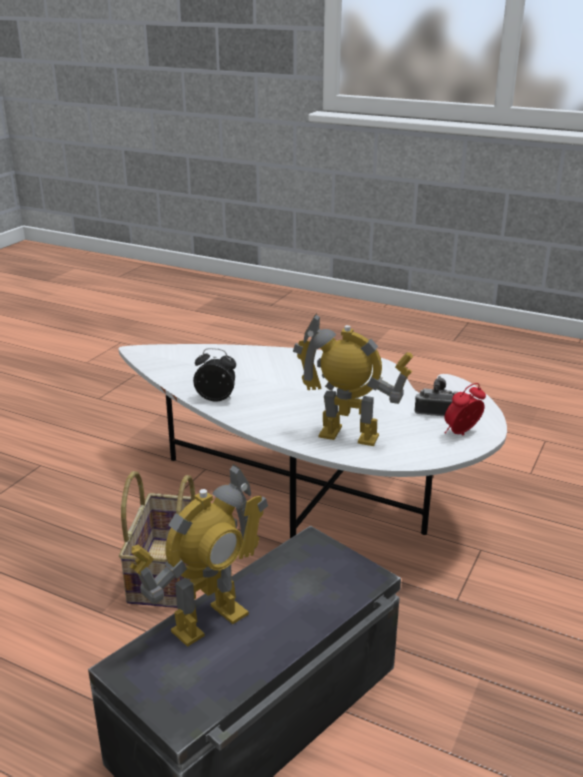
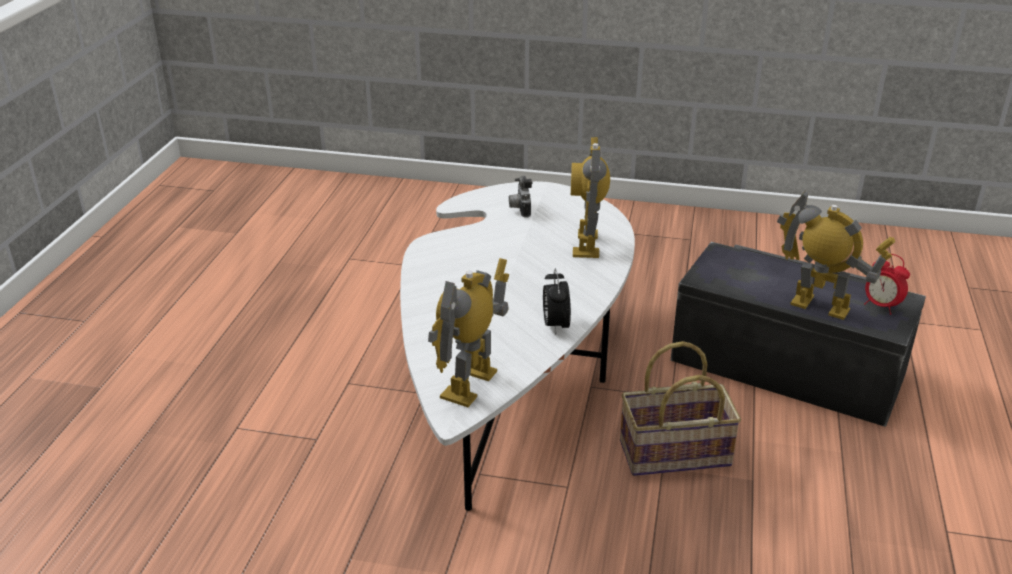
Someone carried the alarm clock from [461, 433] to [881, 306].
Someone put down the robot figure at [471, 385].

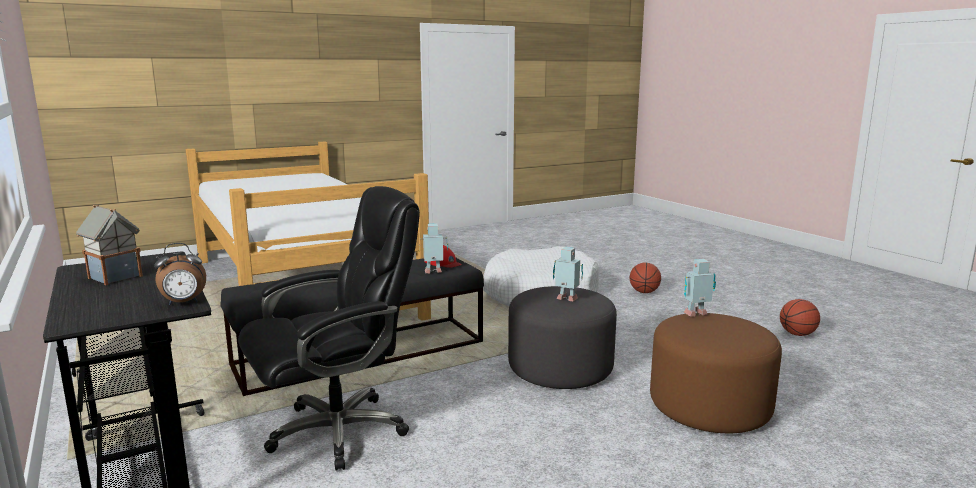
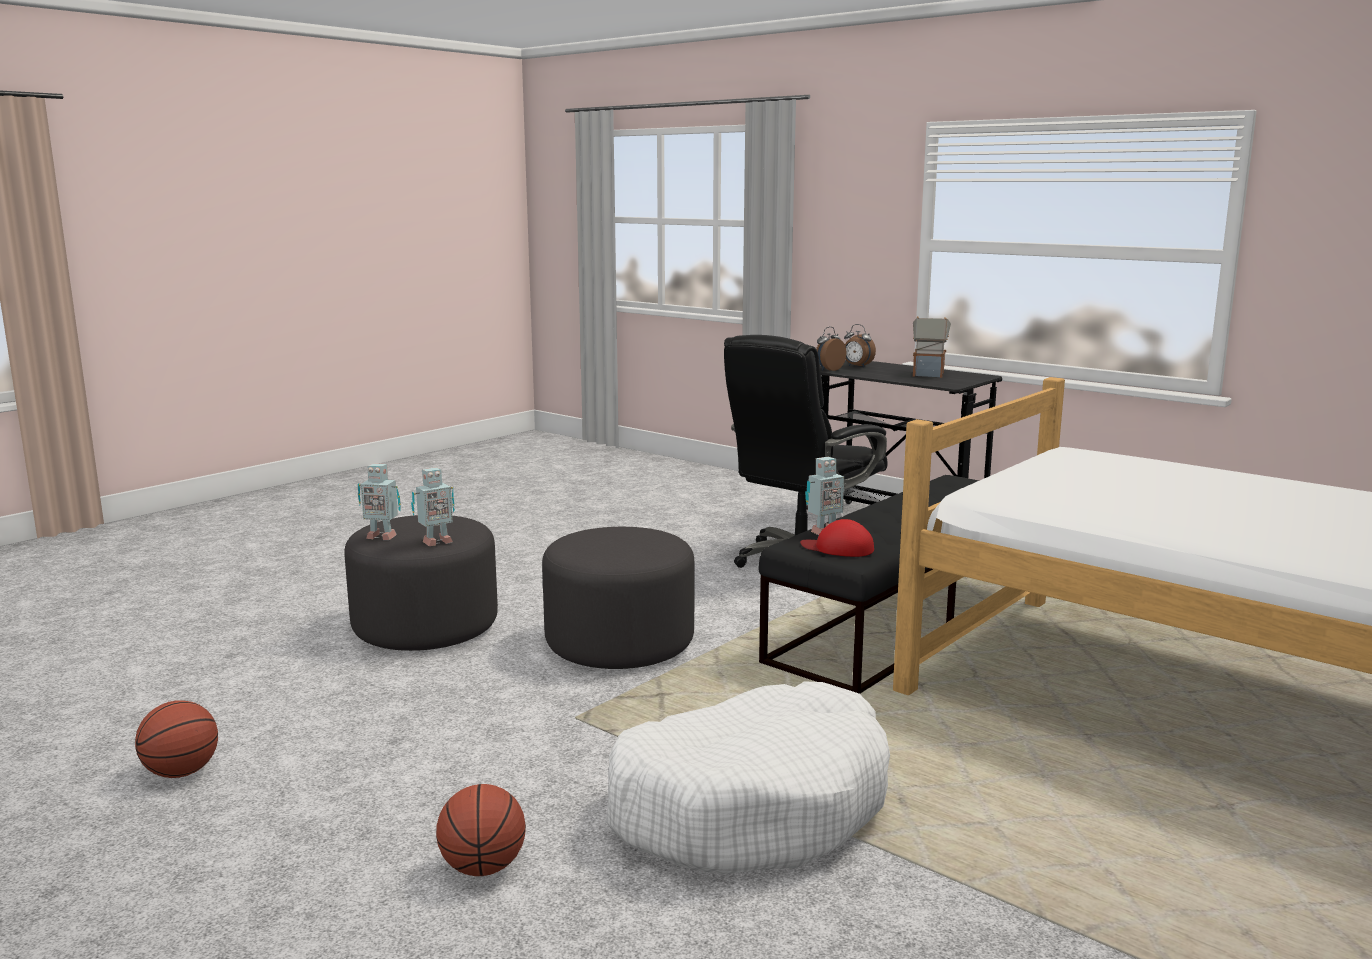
Someone carried the robot figure from [567, 299] to [381, 536].
Someone repainted the footrest (brownish) at [709, 407], which became the footrest (greyish) at [425, 627].
Someone put down the alarm clock at [857, 366].

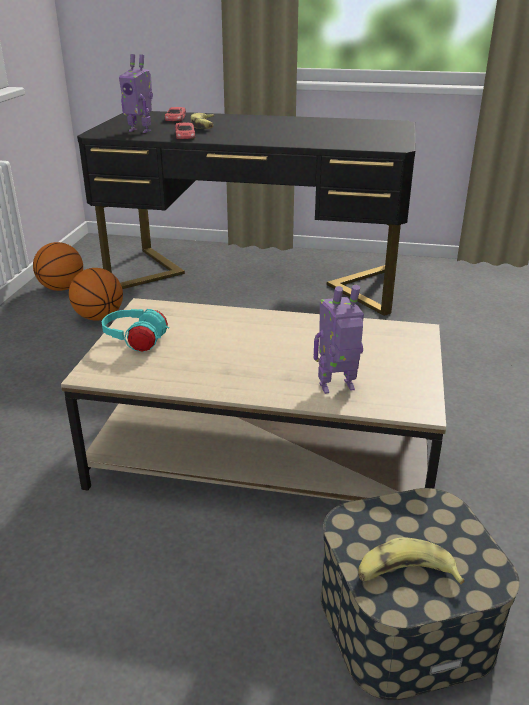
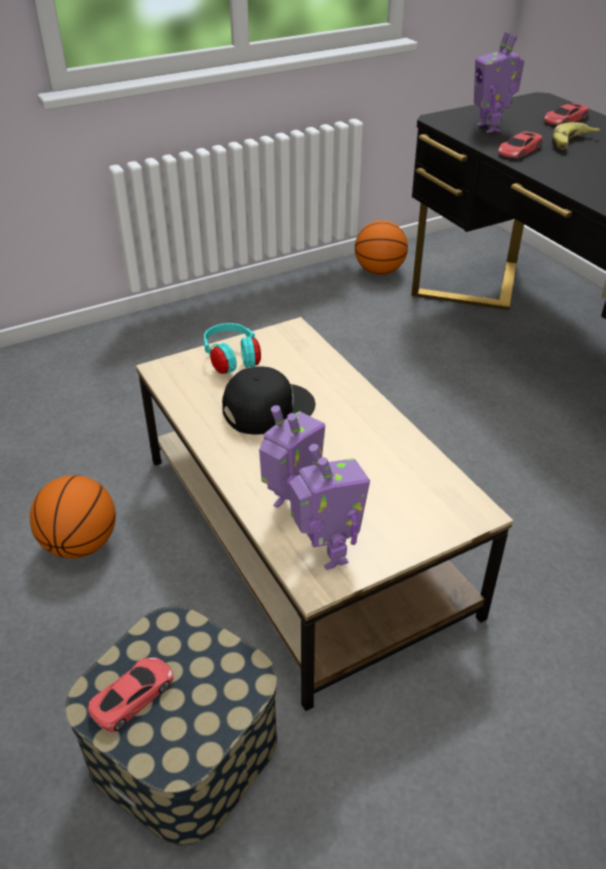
Someone carried the basketball ball from [99, 317] to [80, 544].
Someone swapped the whole banana at [405, 574] for the toy car (reddish) at [133, 696].
Someone put down the peaked cap (black-coloured) at [267, 408].
Someone put down the robot figure at [326, 554].

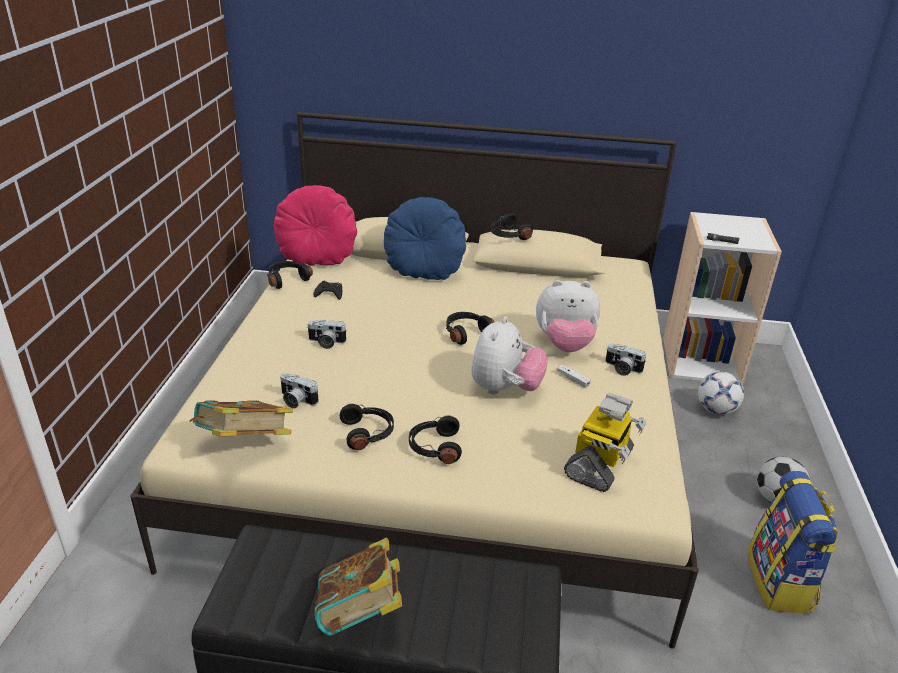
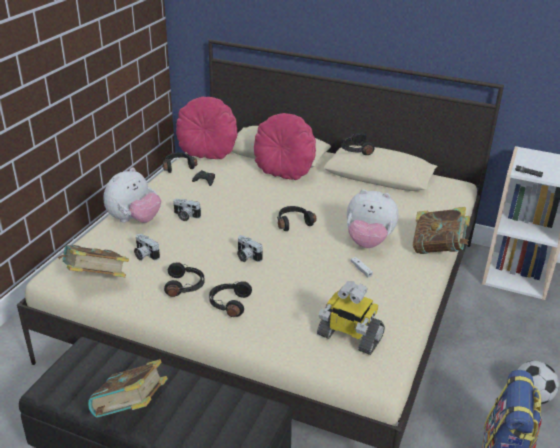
Someone repainted the cushion (bluish) at [424, 273], which became the cushion (pink-coloured) at [284, 173].
Someone carried the soft toy from [505, 389] to [134, 220].
Someone rotated the robot figure at [600, 465] by 75 degrees clockwise.
Someone carried the photo camera from [622, 368] to [246, 256].
Someone took away the football at [716, 410].
Someone put down the bound book at [438, 249].

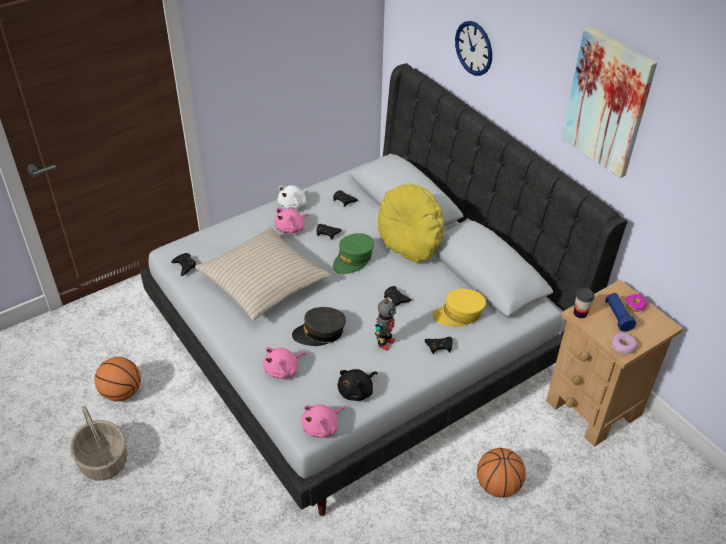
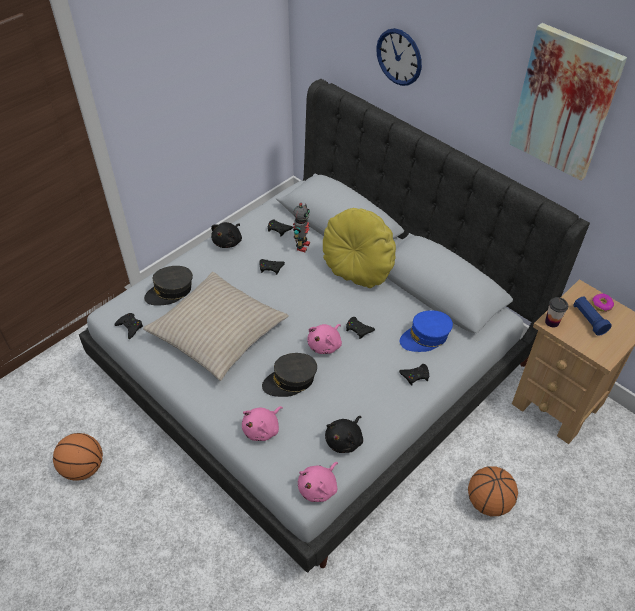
Someone took away the basket at [104, 461].
Someone carried the soft toy (pink-coloured) from [291, 228] to [325, 345].
Someone repainted the soft toy (white) at [293, 205], which became the soft toy (black-coloured) at [228, 242].
Someone took away the peaked cap (greenish) at [353, 259].
Someone carried the robot figure from [385, 343] to [302, 246].
Someone repainted the peaked cap (yellow) at [459, 314], which became the peaked cap (bluish) at [425, 337].
Someone took away the donut at [623, 346].
Someone put down the peaked cap (greyish) at [170, 291].

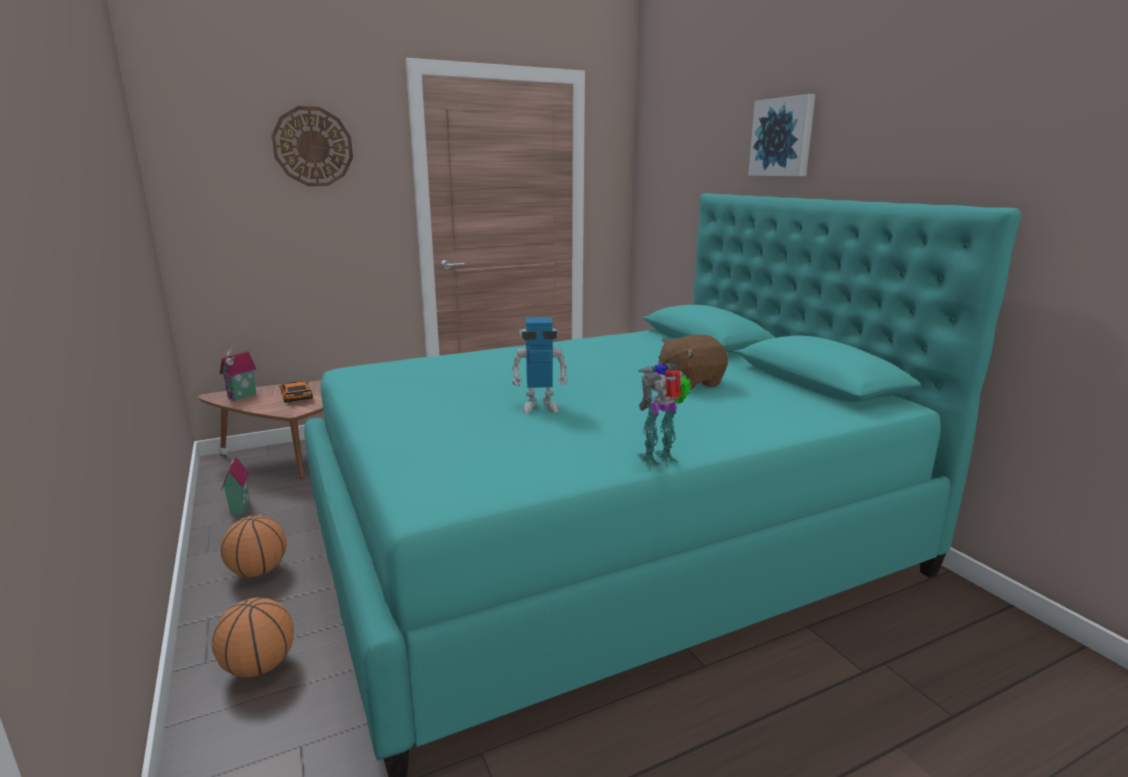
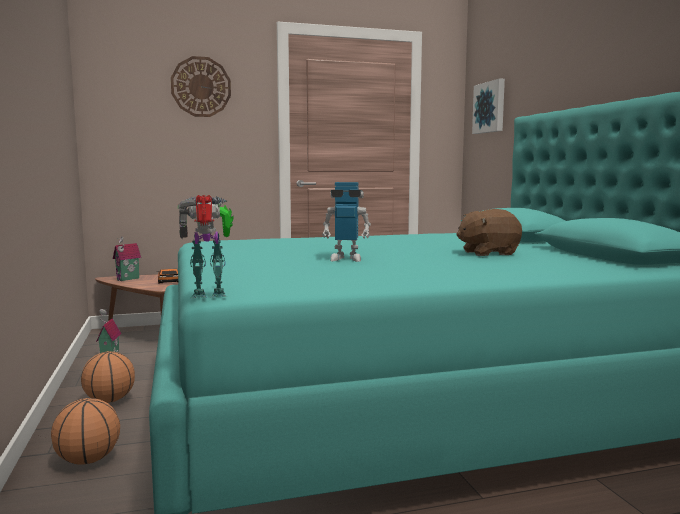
Someone carried the robot figure from [660, 460] to [210, 295].
Someone carried the wall art from [783, 137] to [490, 107].

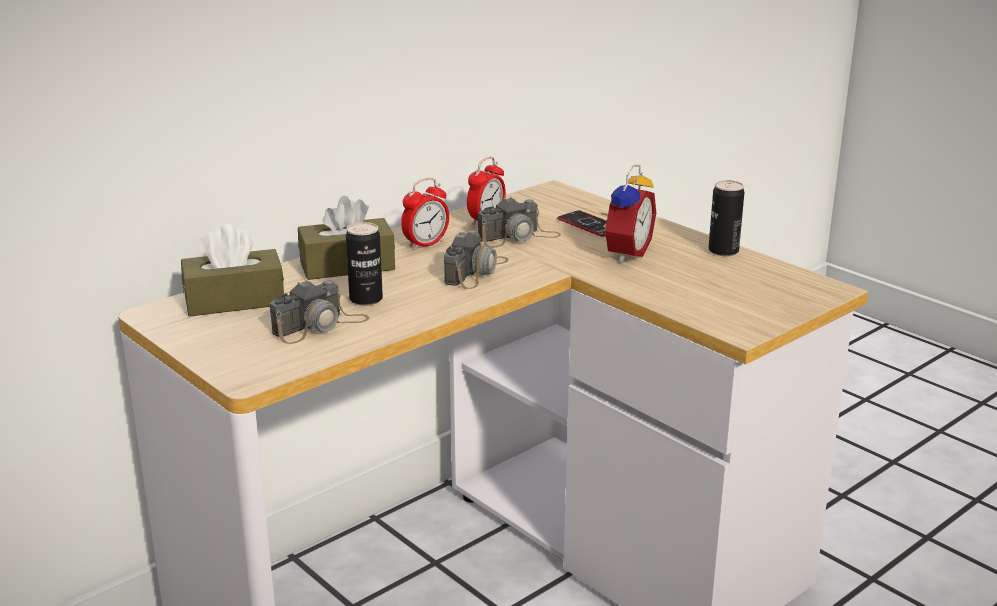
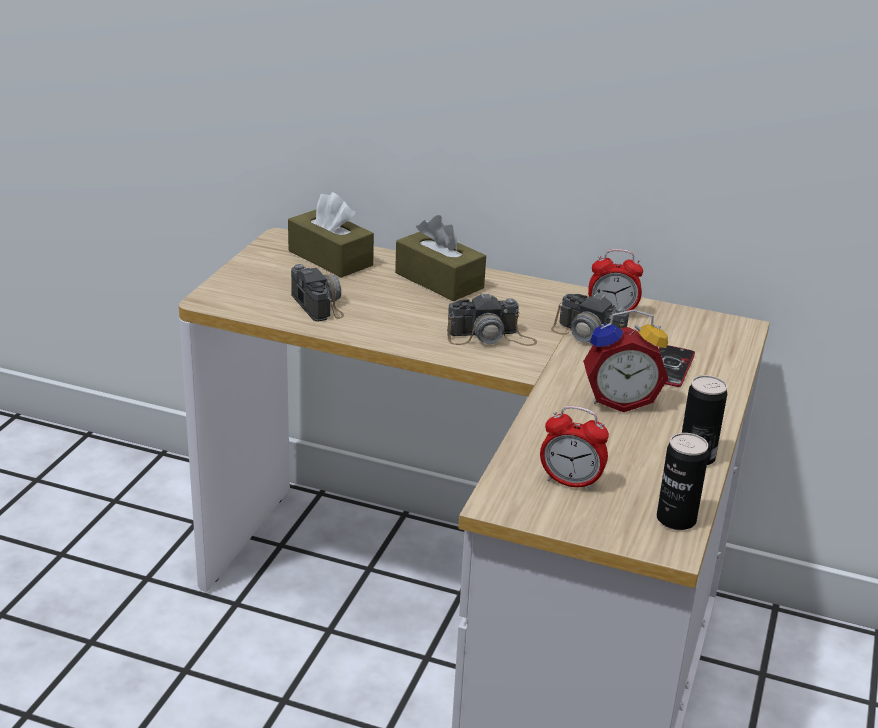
Someone rotated the photo camera at [320, 326] by 135 degrees counterclockwise.
Someone carried the metal can from [366, 299] to [676, 519].
Someone carried the alarm clock from [425, 244] to [570, 482].

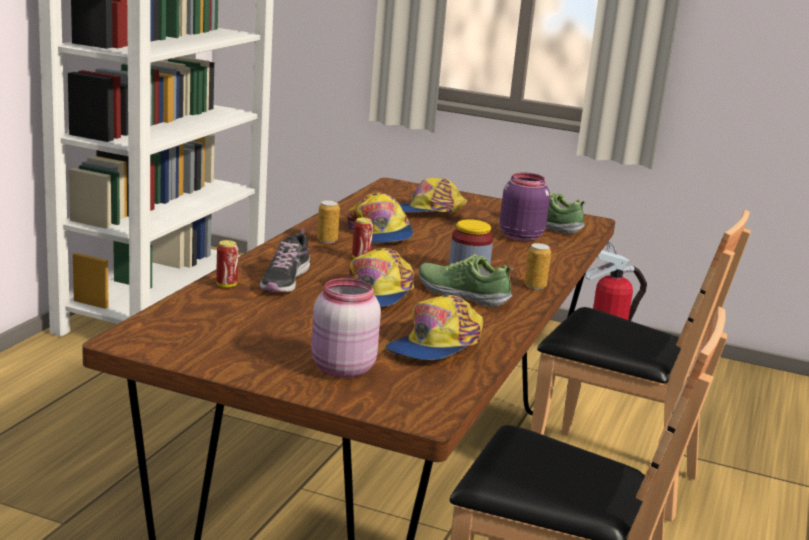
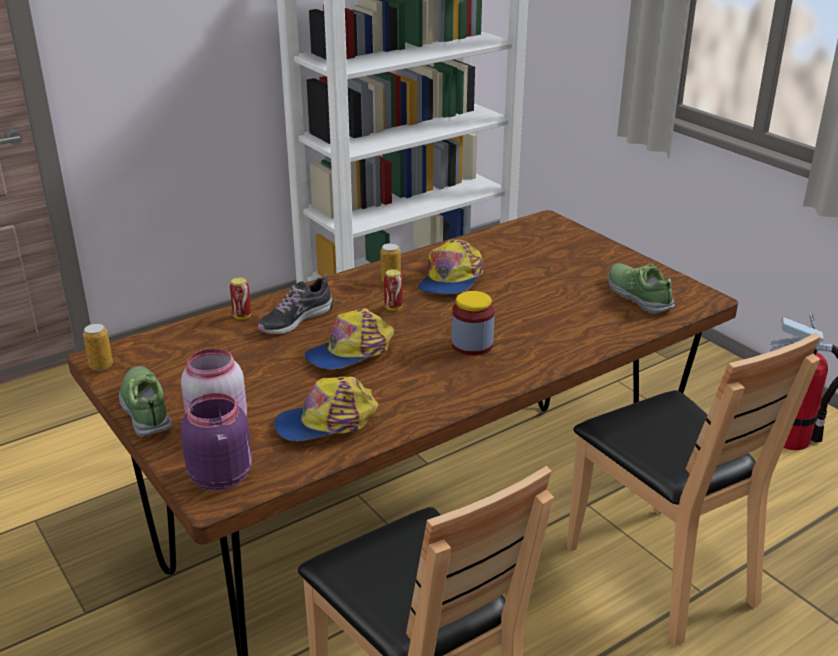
Someone took away the peaked cap at [428, 212].
Someone carried the shoe from [462, 294] to [147, 410].
Someone carried the jar (purplish) from [520, 236] to [221, 476].
Someone carried the metal can from [535, 286] to [101, 366].

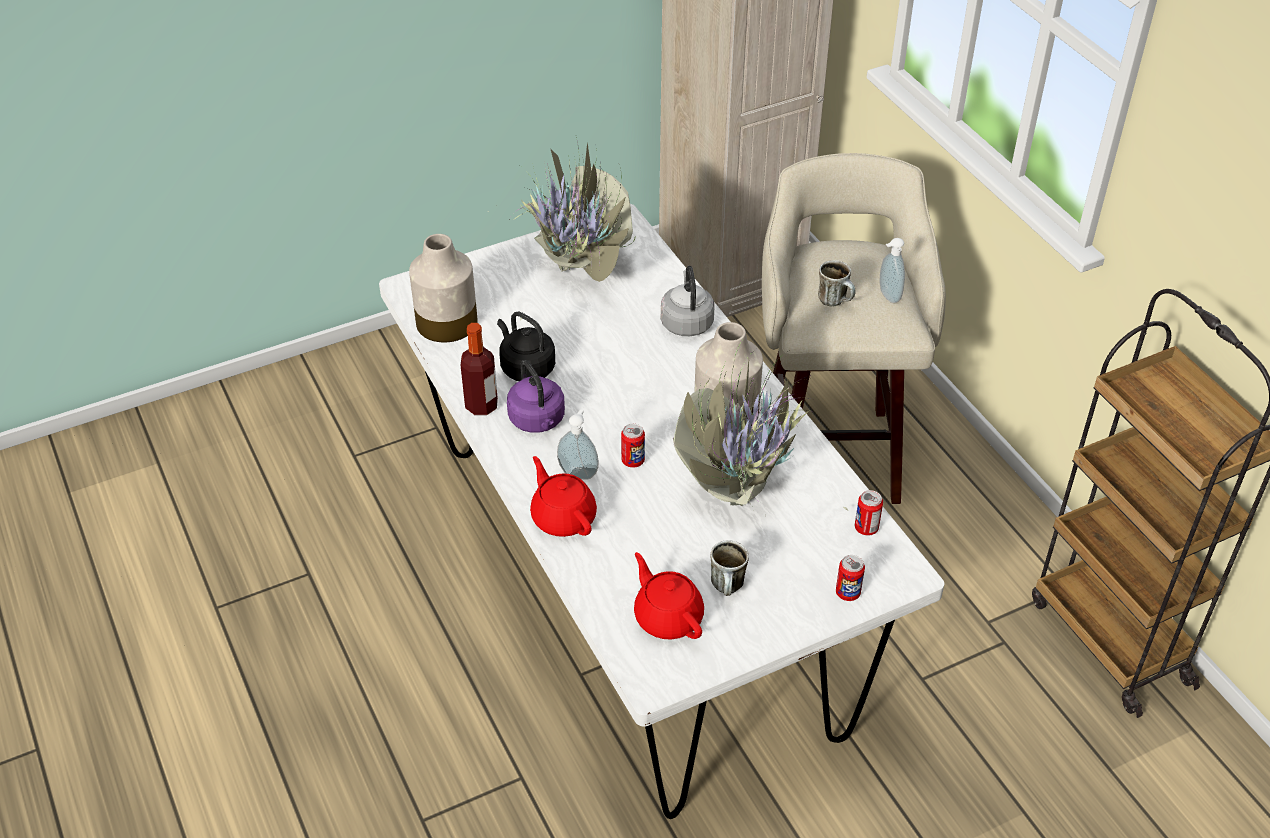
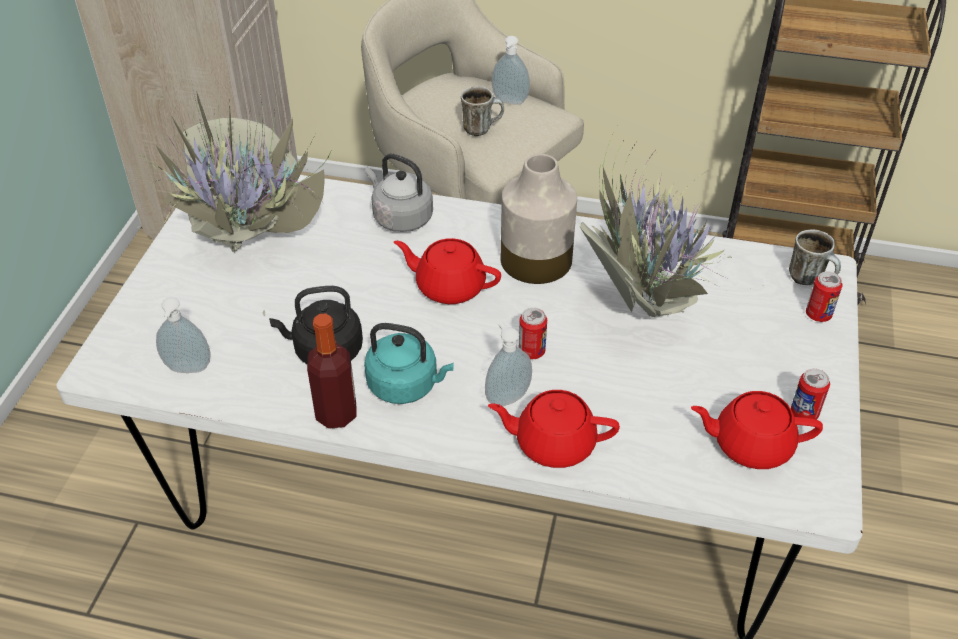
Someone swapped the decorative vase (sand-coloured) at [447, 321] for the soap dispenser at [188, 370].
Someone repainted the kettle (purplish) at [538, 421], which became the kettle (turquoise-coloured) at [406, 385].
Someone carried the mug from [728, 589] to [810, 279].
Someone carried the metal can from [866, 528] to [804, 413].
Someone put down the tea pot (reddish) at [449, 286].

